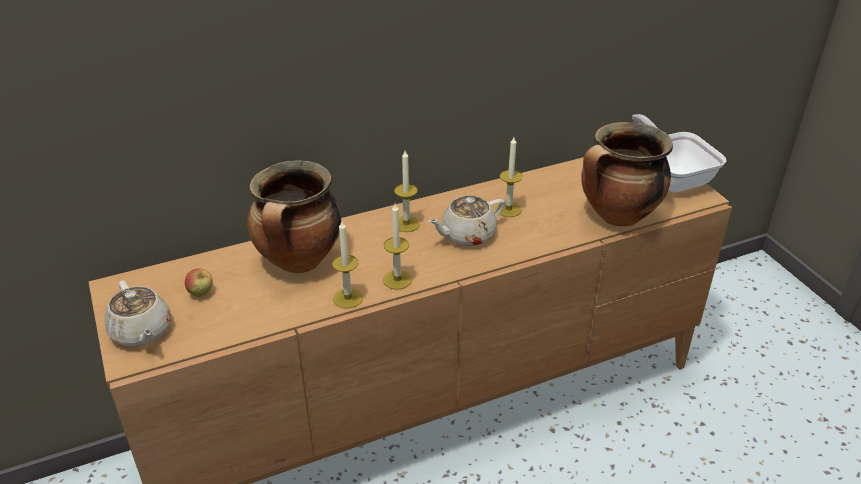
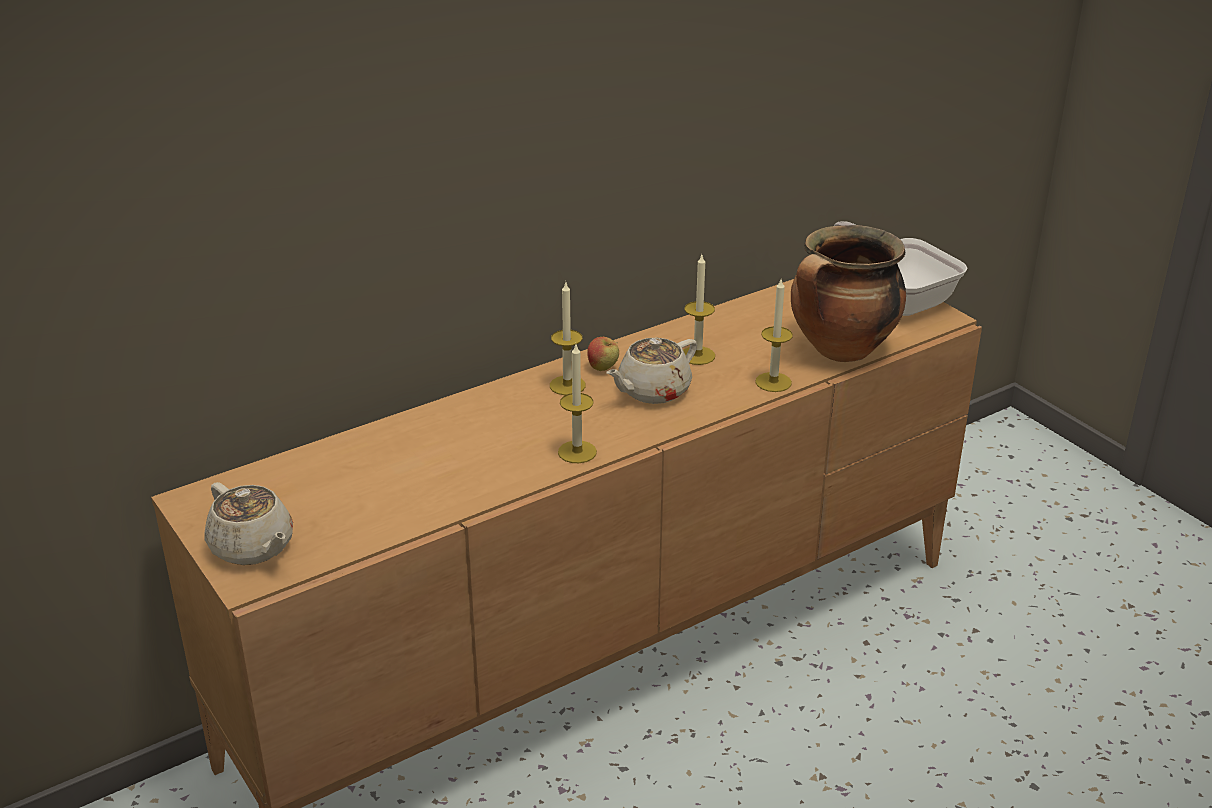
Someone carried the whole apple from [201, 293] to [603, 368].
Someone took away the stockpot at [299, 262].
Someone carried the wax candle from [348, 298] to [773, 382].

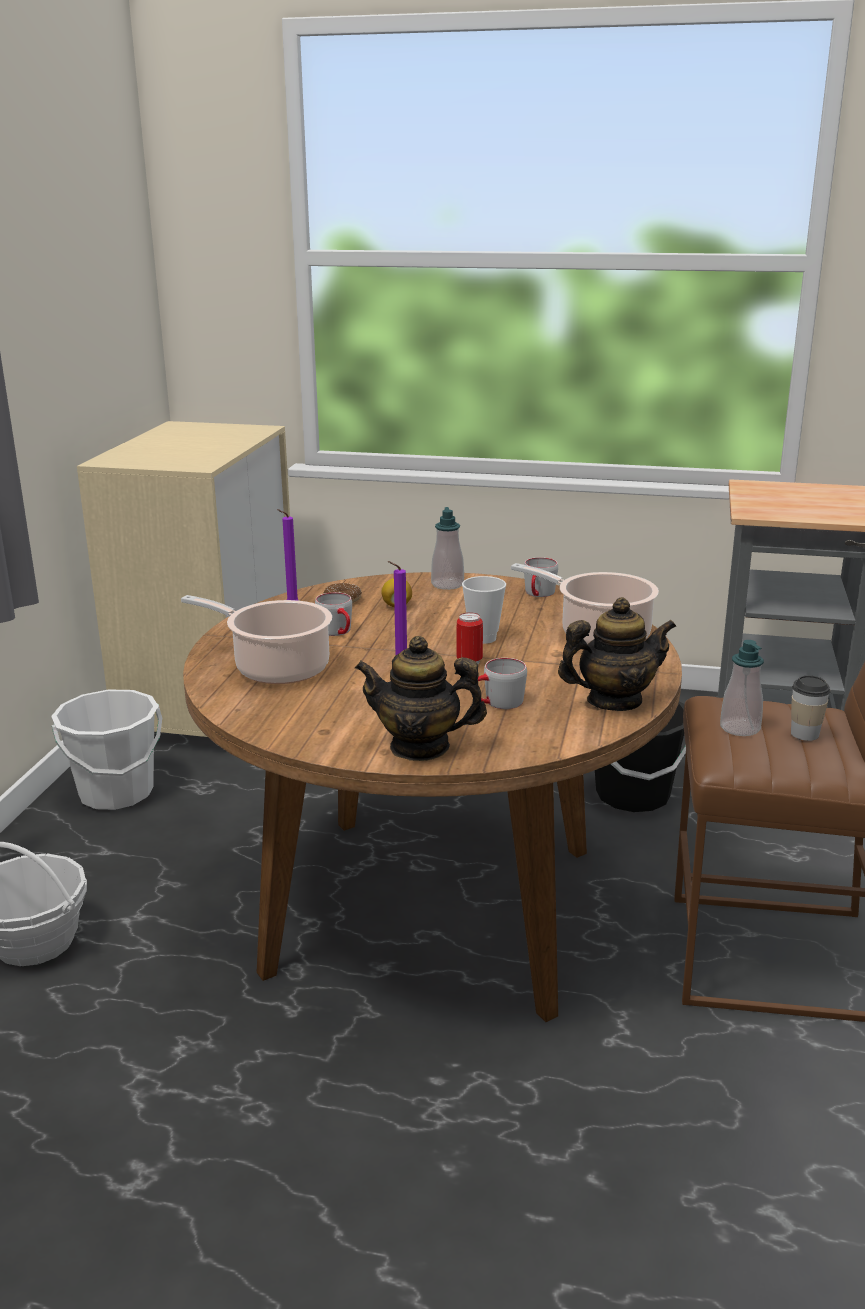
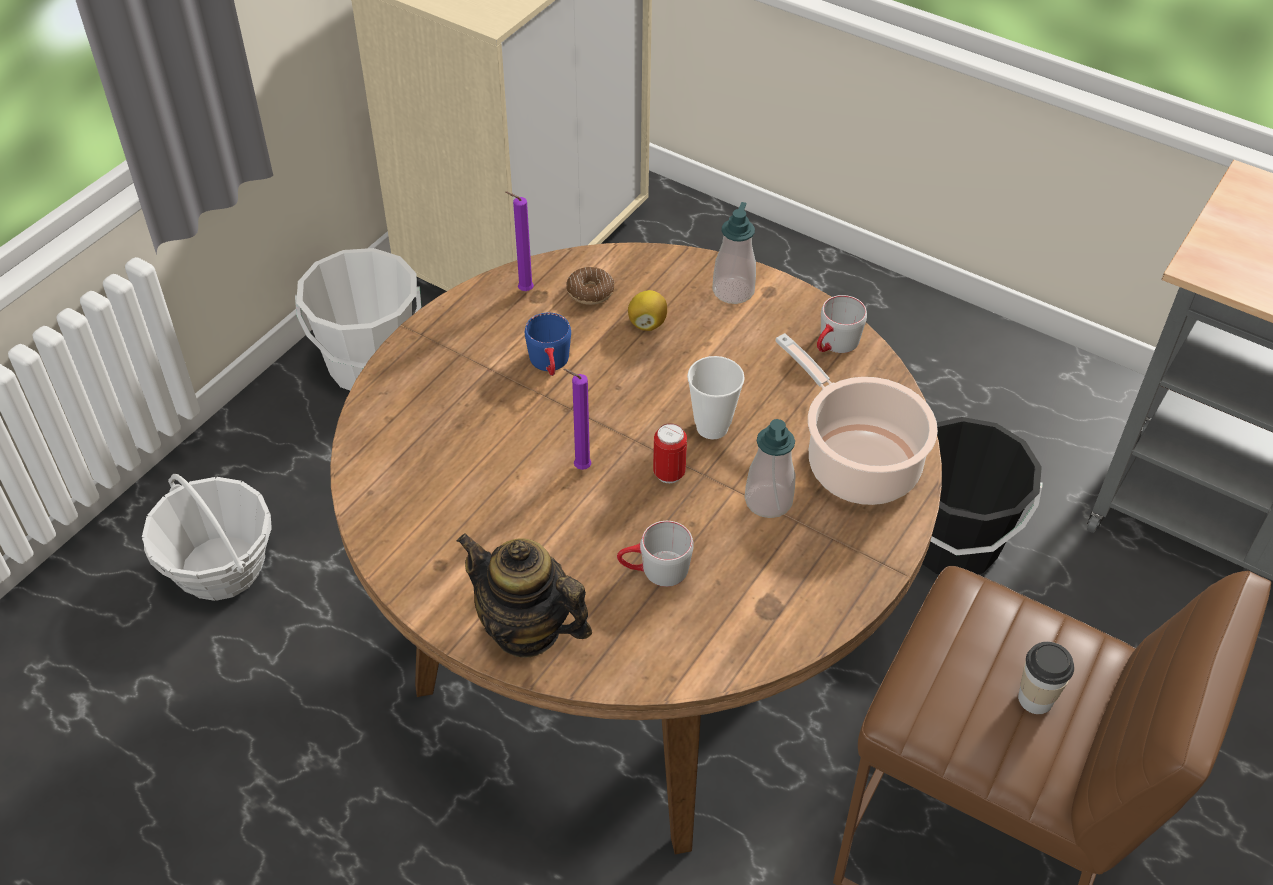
Someone took away the stockpot at [276, 668].
Someone repainted the mug (greyish) at [338, 632], which became the mug (bluish) at [551, 365].
Someone took away the tea pot at [614, 701].
Someone carried the soap dispenser from [740, 728] to [768, 501].

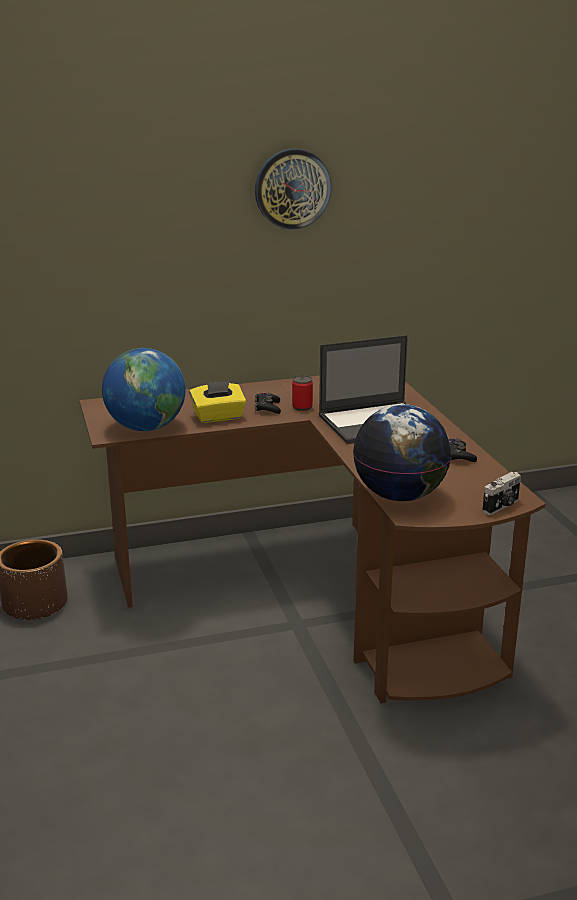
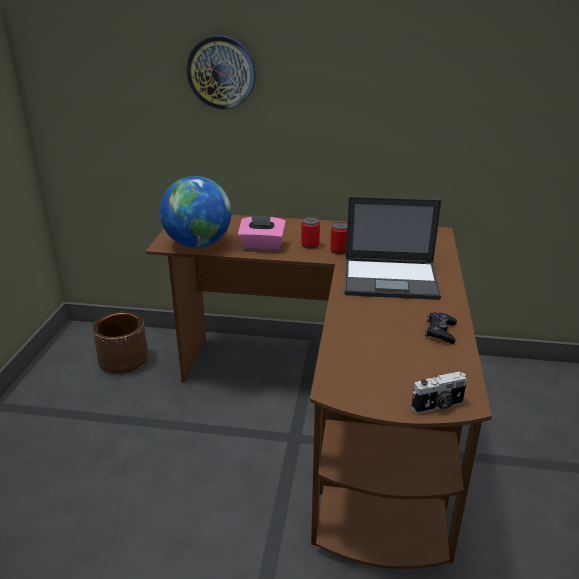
Someone repainted the tissue holder (yellow) at [218, 417], which became the tissue holder (pink-coloured) at [262, 246].
Someone carried the wall clock from [292, 189] to [221, 72].
Someone swapped the game controller (black-coloured) at [267, 407] for the metal can at [310, 245].
Someone took away the world globe at [400, 496].

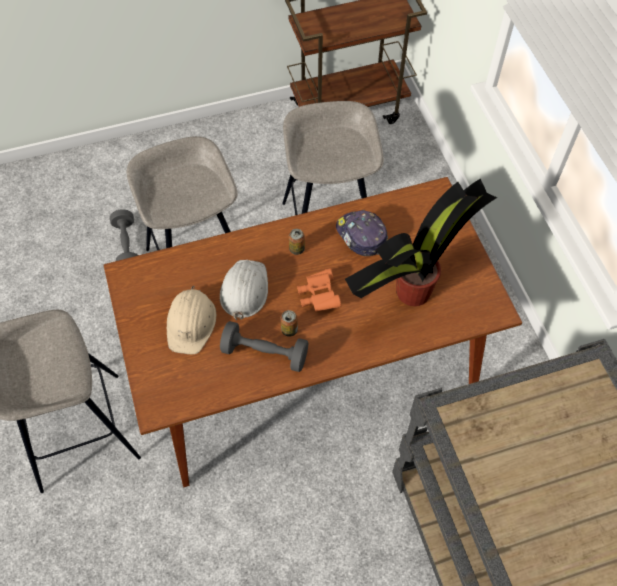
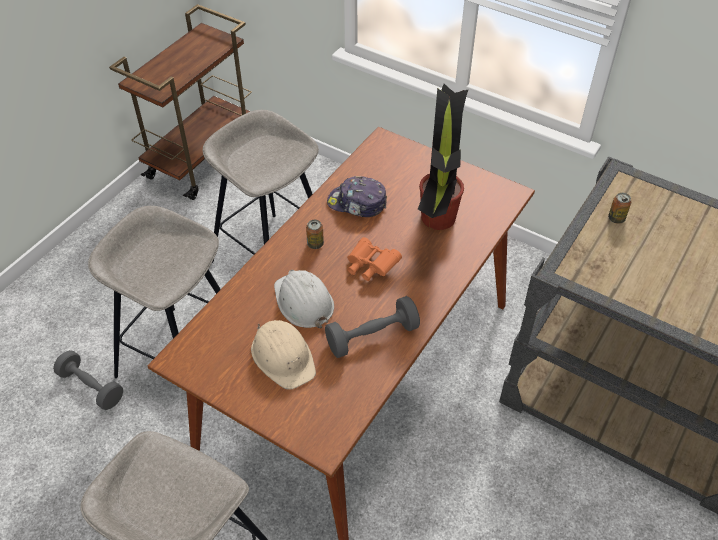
Someone carried the metal can from [289, 330] to [616, 218].

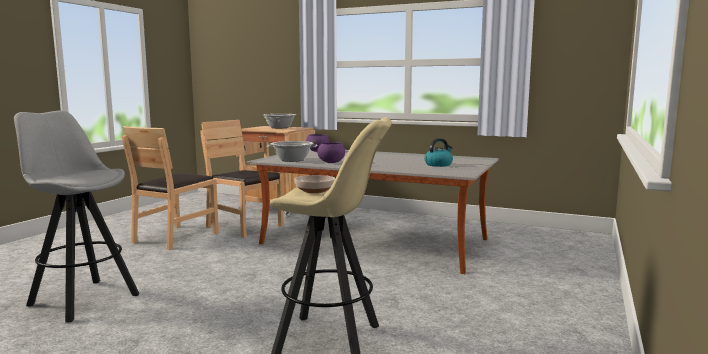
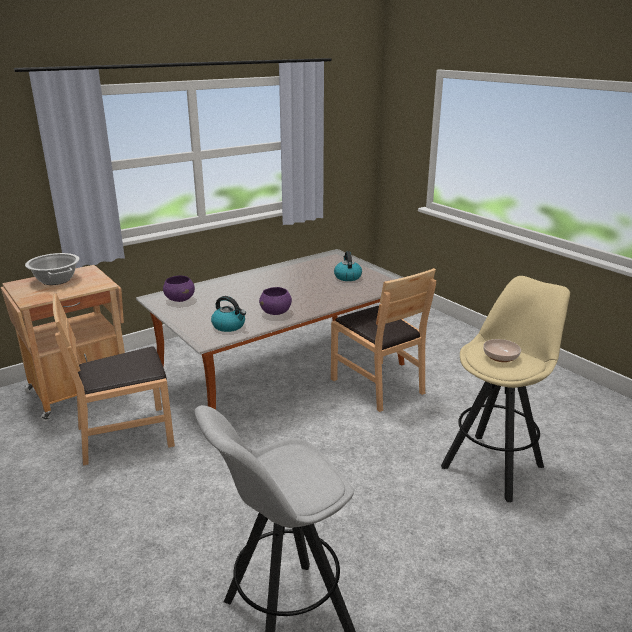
Someone carried the chair (brownish) from [175, 237] to [378, 385].
Someone swapped the stockpot at [292, 160] for the kettle at [229, 326].

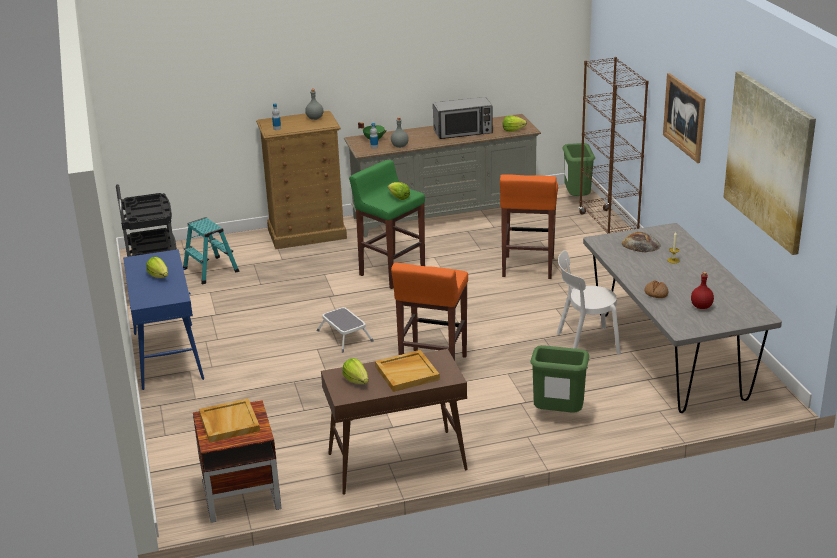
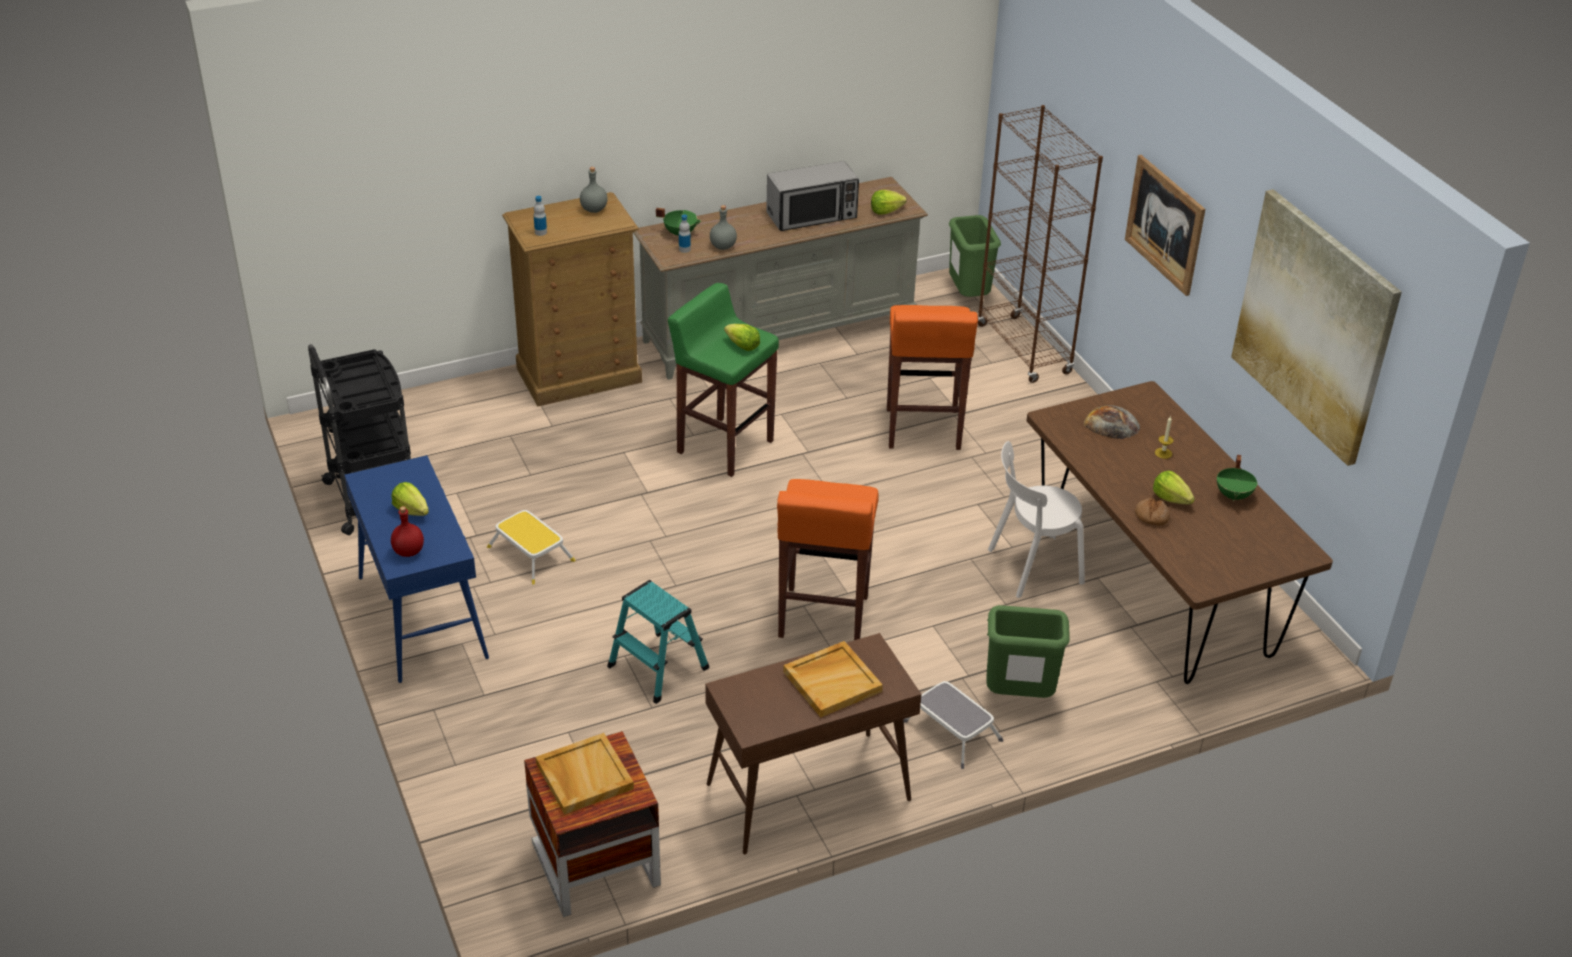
Someone carried the step stool (turquoise-coloured) from [210, 270] to [658, 666].
Someone carried the step stool (greyish) from [345, 336] to [952, 730].
Someone carried the lettuce head from [356, 381] to [1171, 498].
Someone repainted the dinner table (greyish) at [668, 356], which became the dinner table (brownish) at [1151, 583].
Someone carried the beverage bottle (reddish) from [701, 307] to [408, 552].
Someone put down the step stool (yellow) at [531, 553].
Someone put down the stockpot (greenish) at [1234, 495].

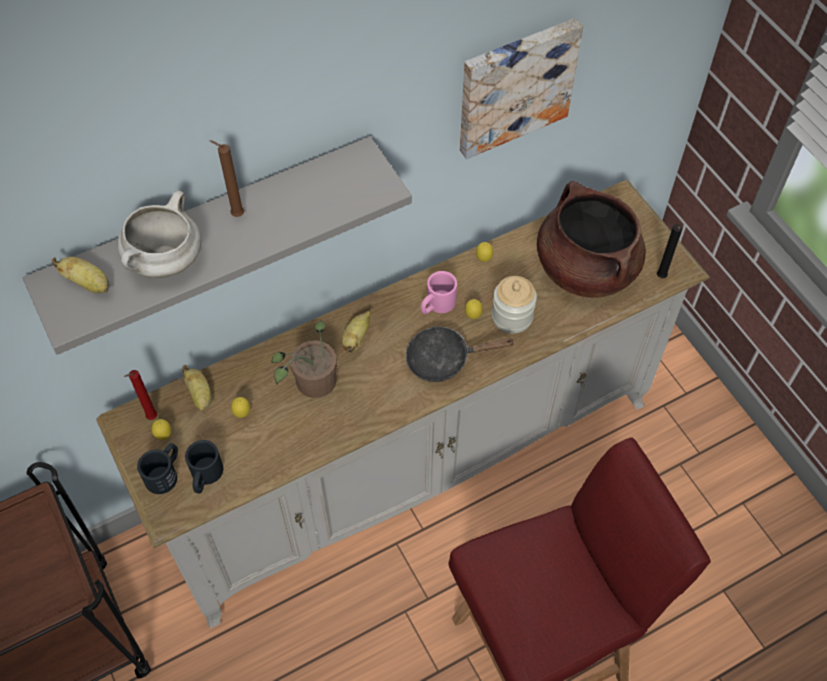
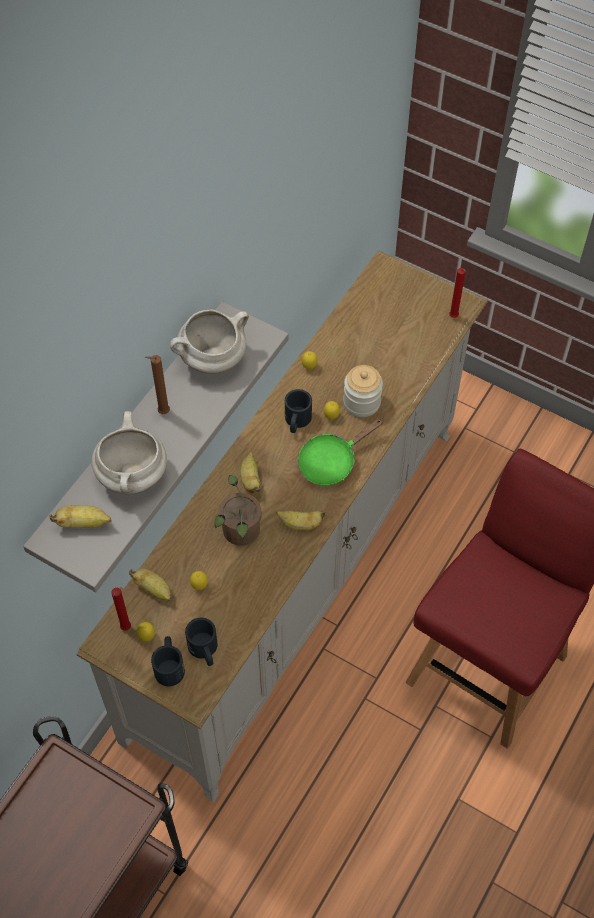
Someone repainted the pan (black-coloured) at [444, 359], which became the pan (greenish) at [331, 461].
Someone repainted the mug (pink-coloured) at [436, 305], which became the mug (black-coloured) at [296, 422].
Someone took away the wall art at [515, 85].
Someone took away the stockpot (brownish) at [585, 268].
Someone repainted the wax candle (black-coloured) at [660, 278], which became the wax candle (reddish) at [454, 317].
Someone put down the stockpot (white) at [212, 359].
Someone put down the whole banana at [300, 524].

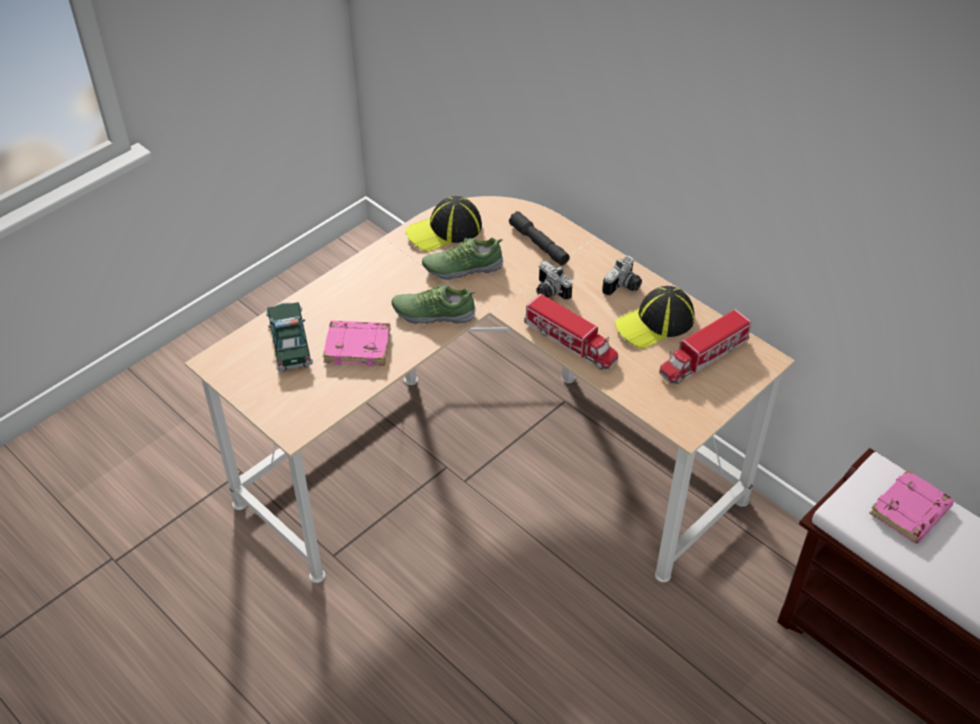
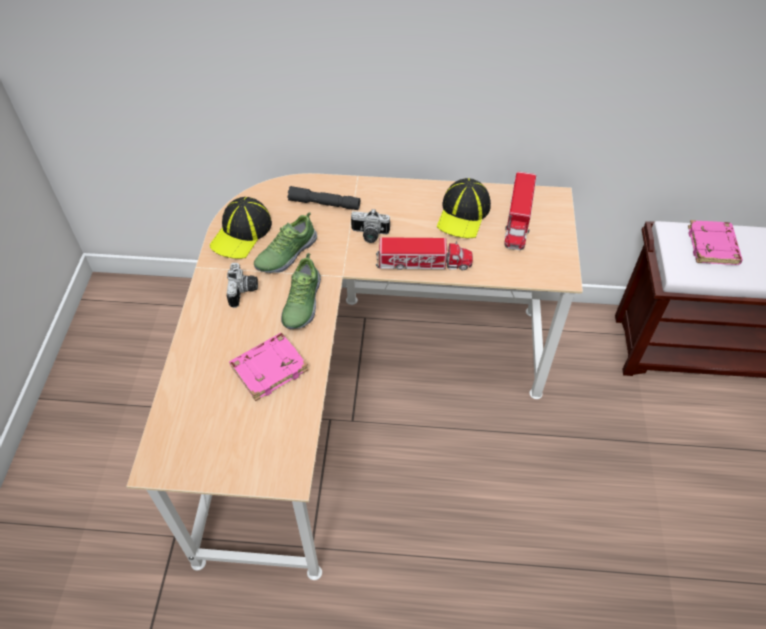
Someone took away the toy car at [290, 342].
Someone rotated the shoe at [433, 313] by 45 degrees counterclockwise.
Someone carried the photo camera from [624, 287] to [244, 291].

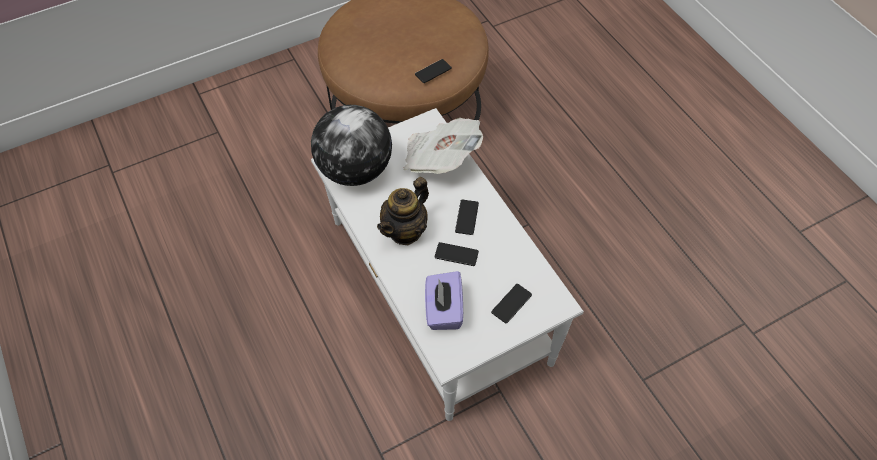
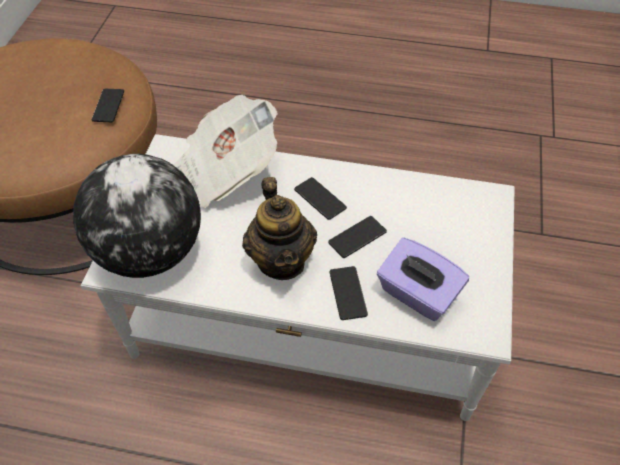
Someone carried the phone from [511, 303] to [348, 293].

